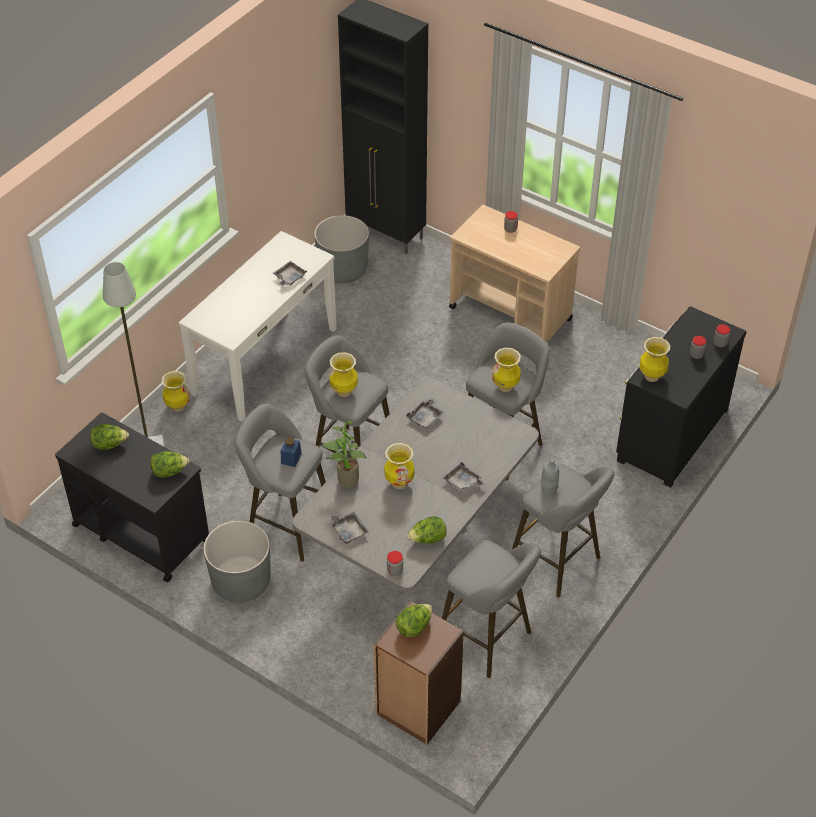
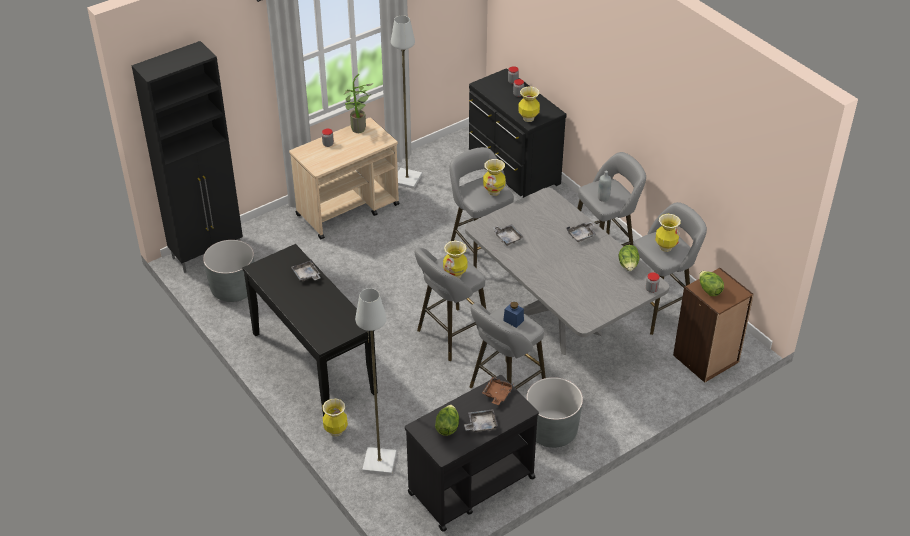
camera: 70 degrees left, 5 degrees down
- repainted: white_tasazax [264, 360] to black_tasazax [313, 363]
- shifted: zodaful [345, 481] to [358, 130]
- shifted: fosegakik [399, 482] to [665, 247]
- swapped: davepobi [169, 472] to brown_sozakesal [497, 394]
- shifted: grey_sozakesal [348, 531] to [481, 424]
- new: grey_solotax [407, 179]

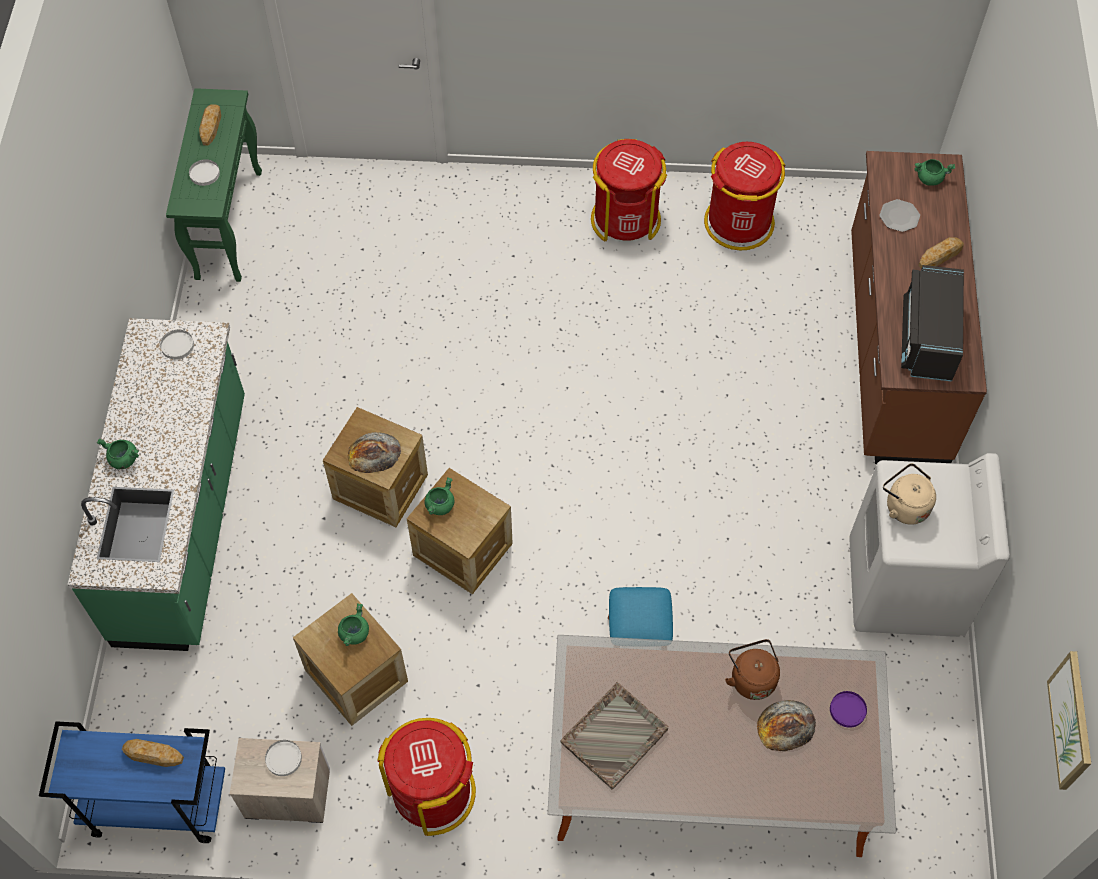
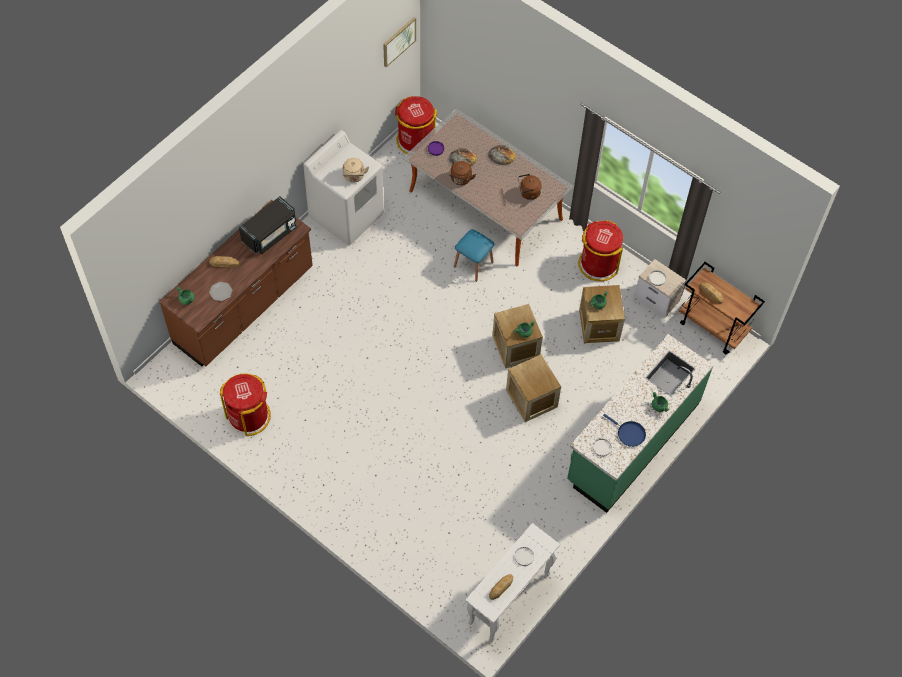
camera: 145 degrees left, 0 degrees up
- repainted: green_tasazax [229, 224] to white_tasazax [509, 599]
- shifted: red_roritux [625, 219] to [415, 140]
- shifted: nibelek [374, 453] to [502, 155]
- swapped: grey_sozakesal [615, 735] to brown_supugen [528, 193]
- repainted: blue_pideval [156, 806] to brown_pideval [713, 327]
- new: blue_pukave [629, 433]

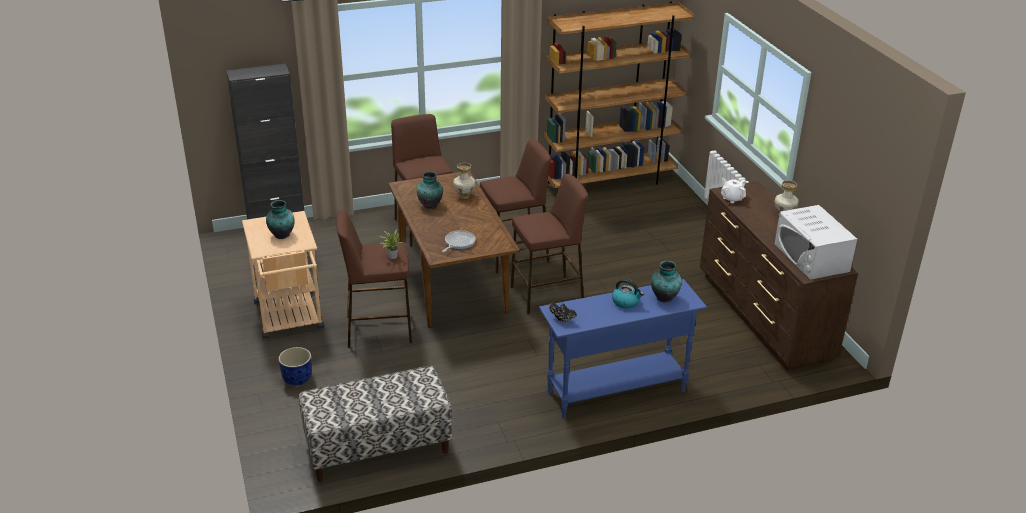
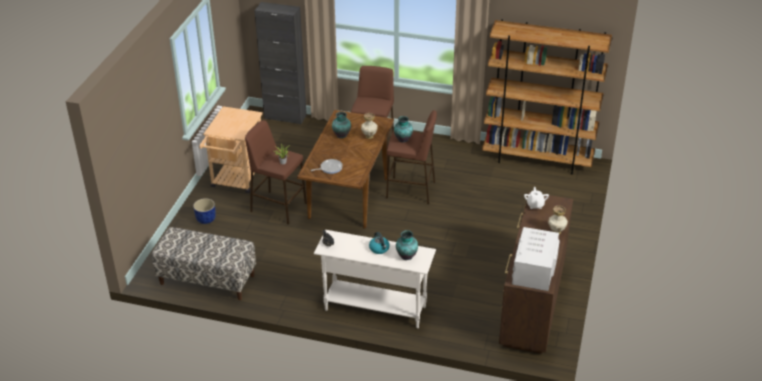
camera: 35 degrees right, 5 degrees up
- gone: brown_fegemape [547, 294]
- shifted: fosegakik [282, 235] to [403, 139]
- repainted: blue_tasazax [615, 391] to white_tasazax [375, 308]

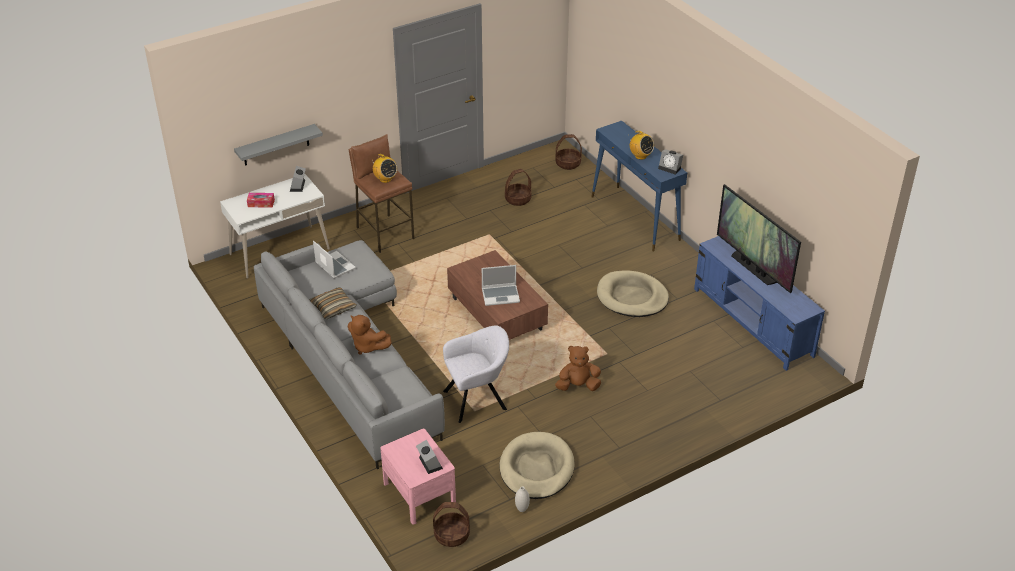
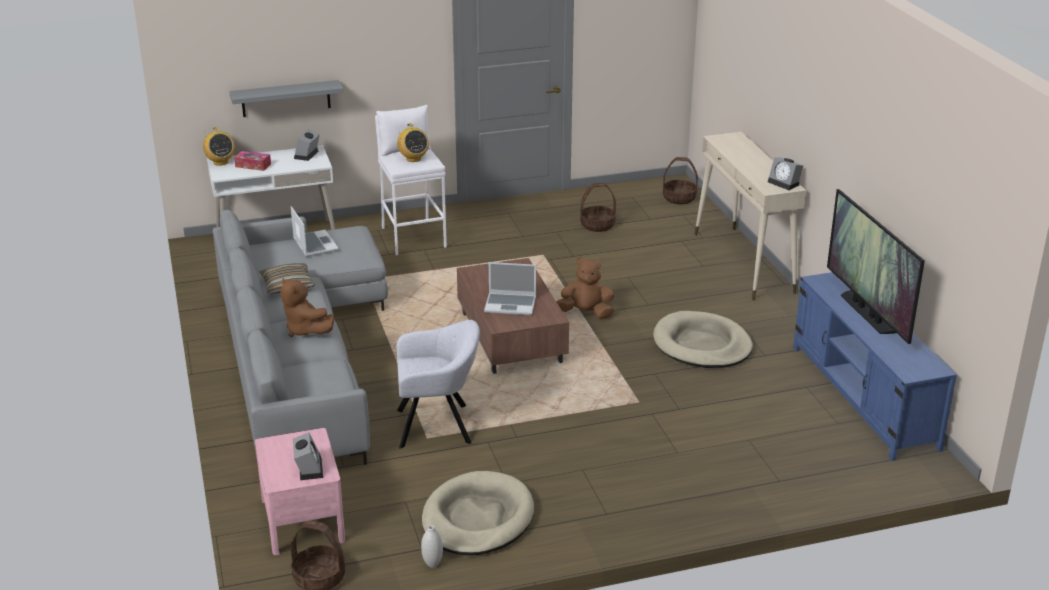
camera: 15 degrees right, 10 degrees down
- repainted: blue_tasazax [635, 218] to beige_tasazax [743, 263]
- shifted: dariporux [640, 156] to [220, 162]
- repainted: brown_fegemape [385, 233] to white_fegemape [413, 237]
- shifted: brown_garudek [578, 386] to [586, 313]

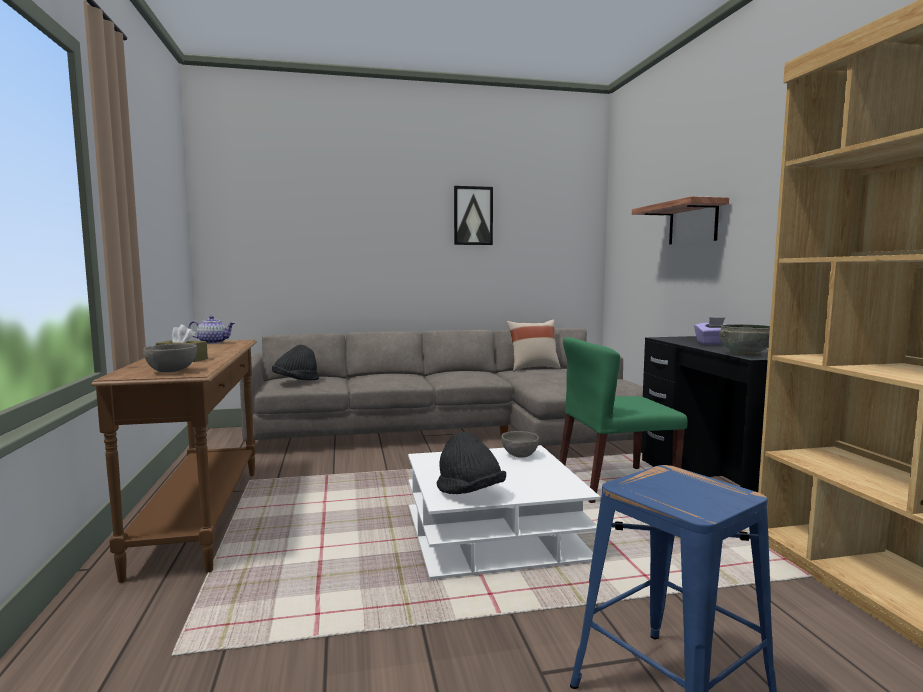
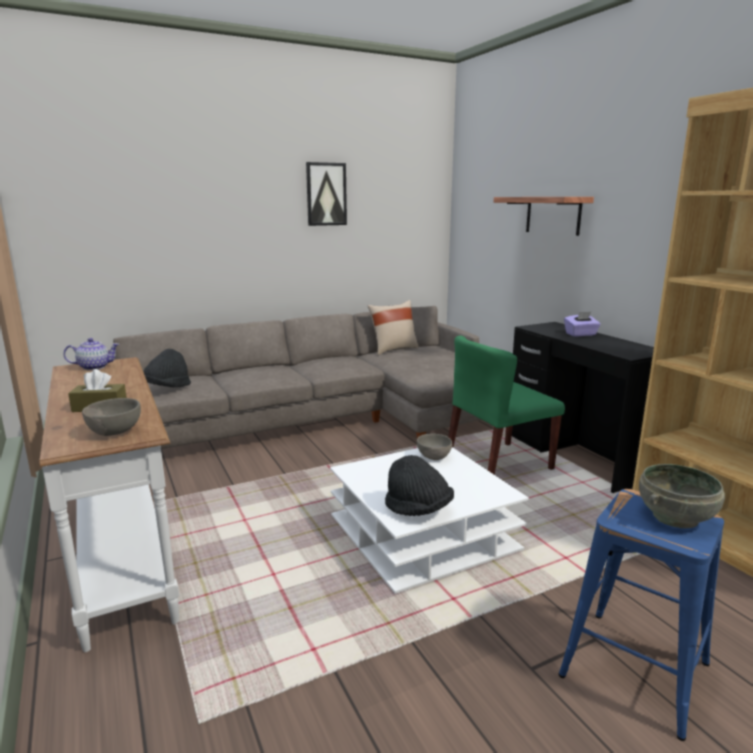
camera: 15 degrees left, 10 degrees up
- shifted: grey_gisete [745, 354] to [676, 517]
- repainted: brown_tasazax [203, 517] to white_tasazax [125, 556]

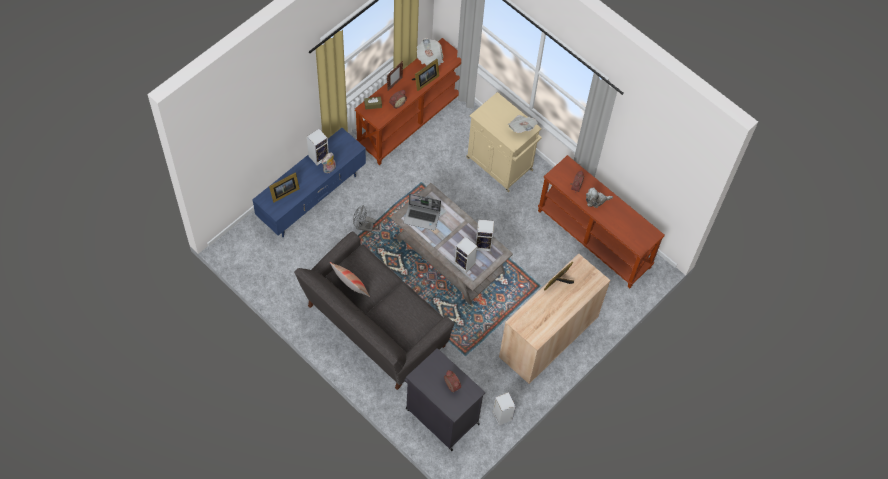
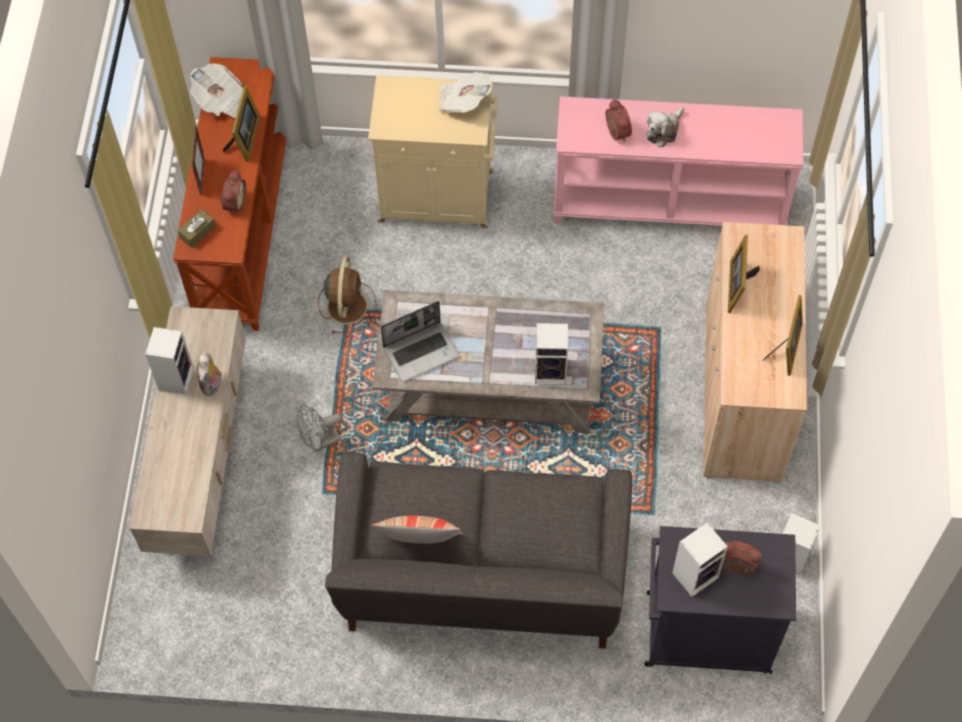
camera: 35 degrees left, 0 degrees up
- repainted: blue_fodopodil [312, 199] to beige_fodopodil [202, 461]
- repainted: brown_tasazax [594, 238] to pink_tasazax [669, 203]
- shifted: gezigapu [283, 193] to [786, 349]
- shifted: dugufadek [484, 244] to [696, 574]
- new: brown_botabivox [347, 305]

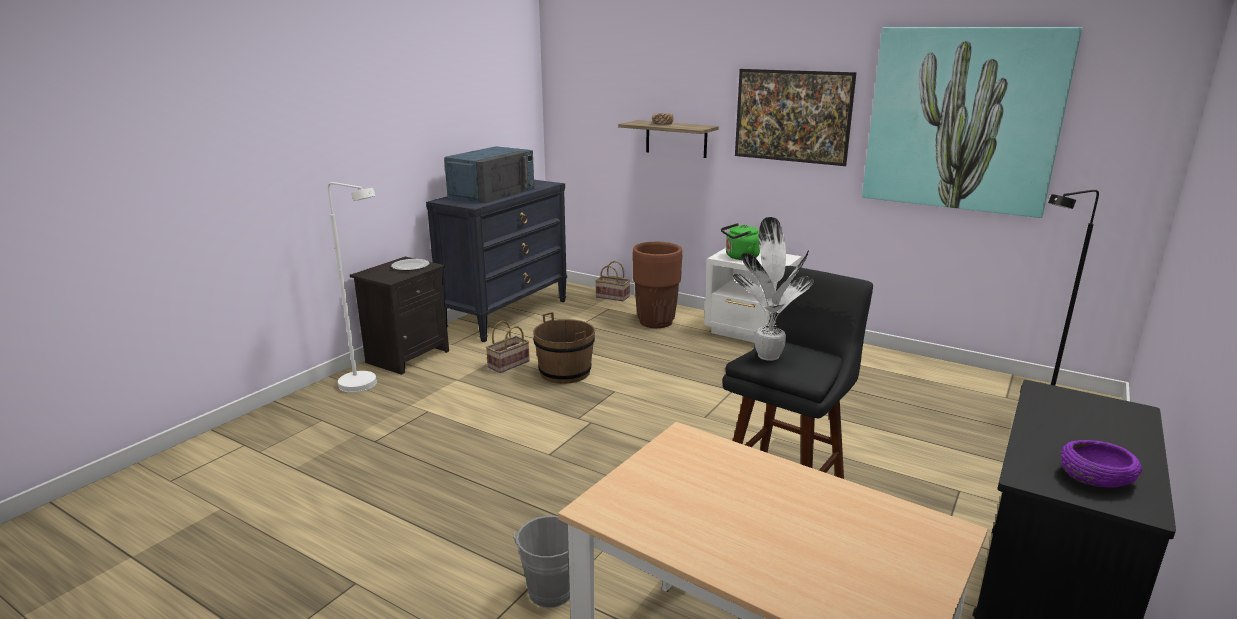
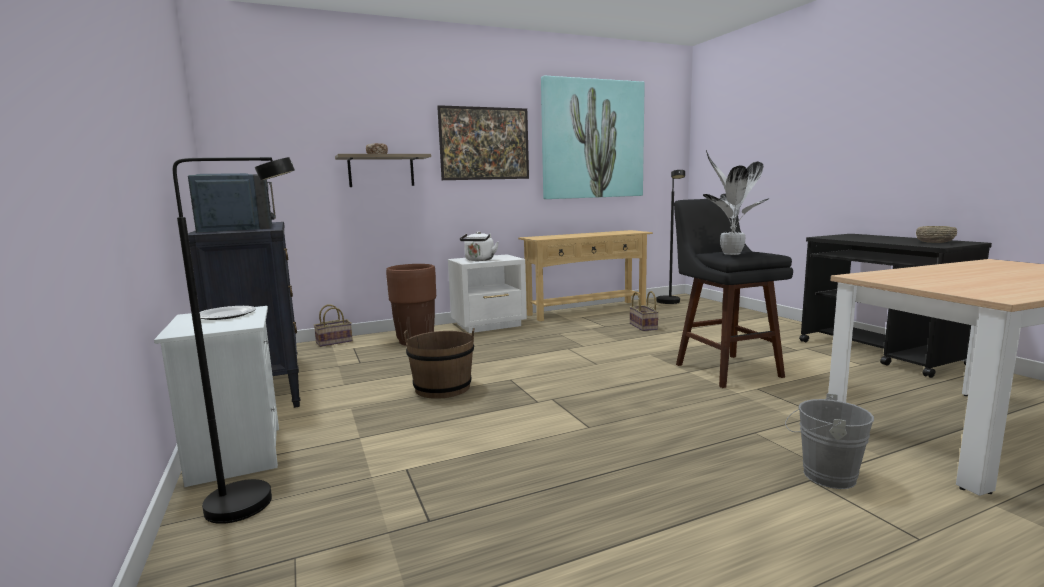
camera: 55 degrees left, 10 degrees down
- repainted: white_solotax [366, 386] to black_solotax [258, 499]
- repainted: green_supugen [740, 257] to white_supugen [479, 260]
- repainted: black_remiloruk [407, 356] to white_remiloruk [234, 454]
- shifted: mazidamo [508, 365] to [644, 326]
- repainted: purple_gisete [1094, 477] to beige_gisete [934, 242]
- new: beige_tasazax [586, 310]

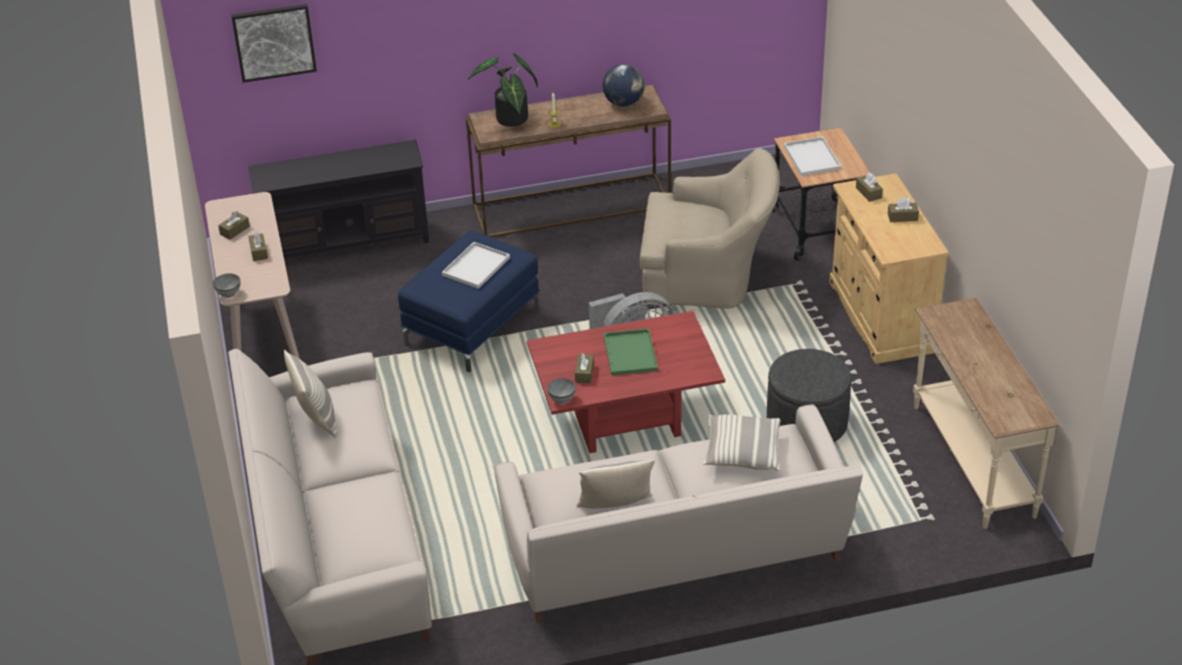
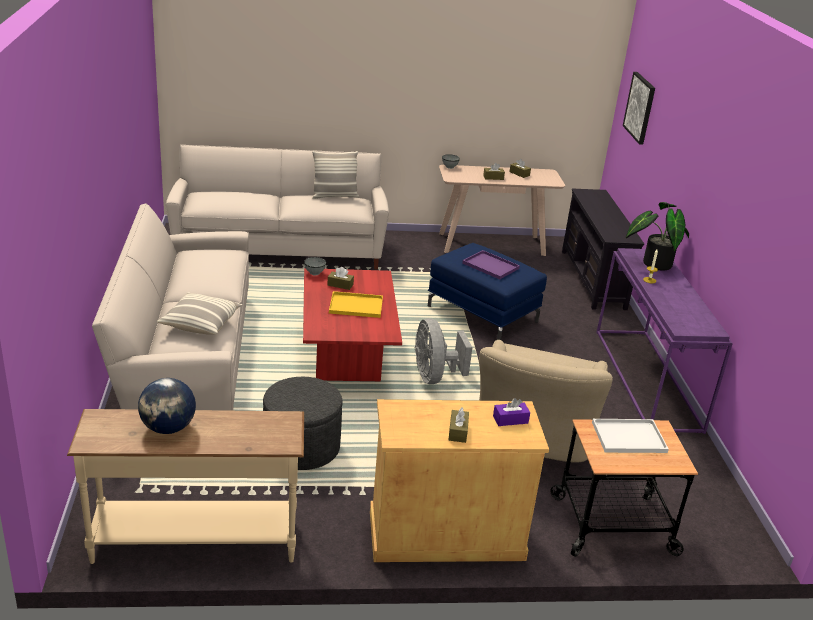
camera: 95 degrees right, 10 degrees down
- shifted: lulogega [623, 103] to [168, 428]
- repainted: brown_tasazax [572, 206] to purple_tasazax [648, 380]
- repainted: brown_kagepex [868, 193] to purple_kagepex [510, 420]
- repainted: white_sozakesal [476, 265] to purple_sozakesal [492, 266]
- repainted: green_sozakesal [629, 352] to yellow_sozakesal [357, 305]
- gone: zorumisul [616, 508]

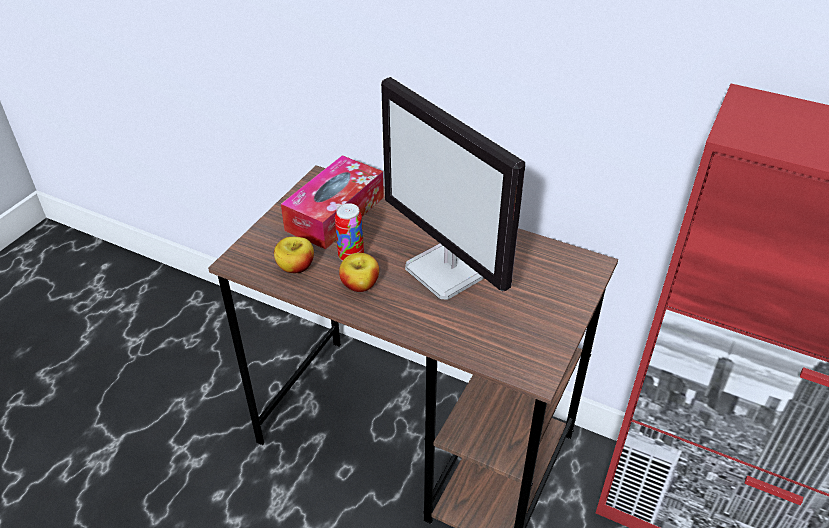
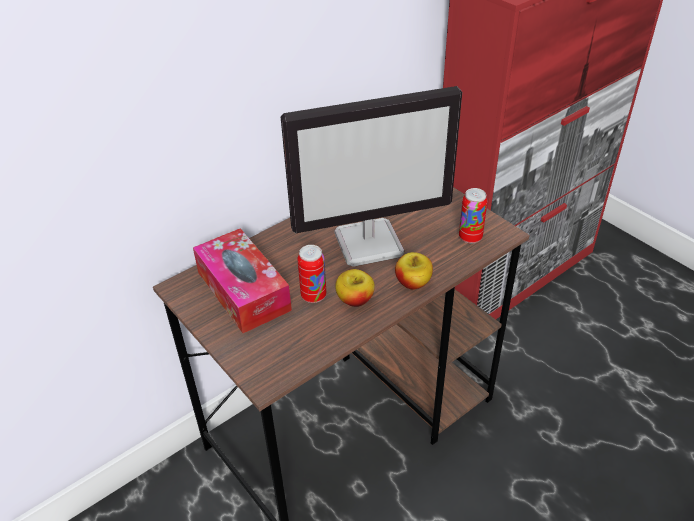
camera: 65 degrees left, 0 degrees up
- shifted: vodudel [296, 267] to [413, 282]
- new: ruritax [470, 237]

